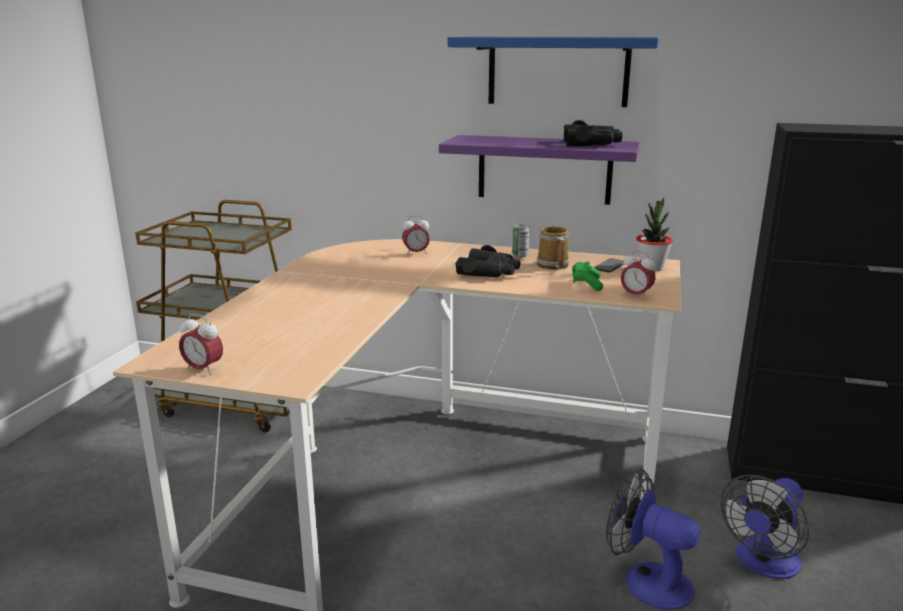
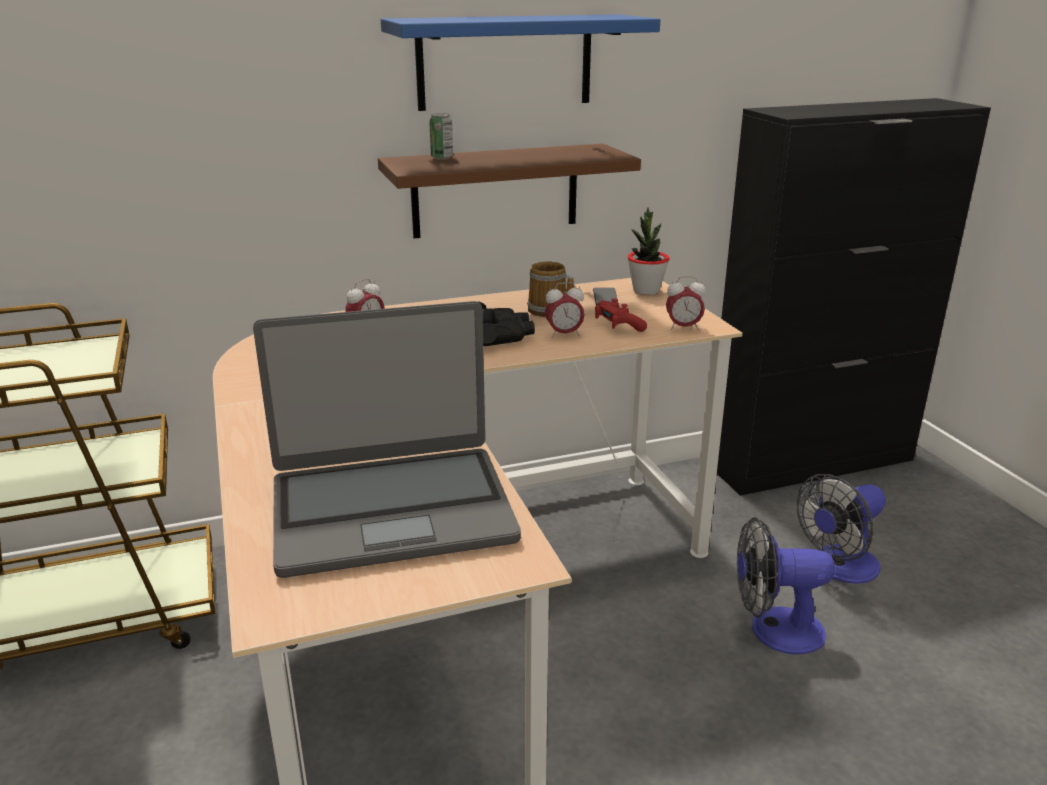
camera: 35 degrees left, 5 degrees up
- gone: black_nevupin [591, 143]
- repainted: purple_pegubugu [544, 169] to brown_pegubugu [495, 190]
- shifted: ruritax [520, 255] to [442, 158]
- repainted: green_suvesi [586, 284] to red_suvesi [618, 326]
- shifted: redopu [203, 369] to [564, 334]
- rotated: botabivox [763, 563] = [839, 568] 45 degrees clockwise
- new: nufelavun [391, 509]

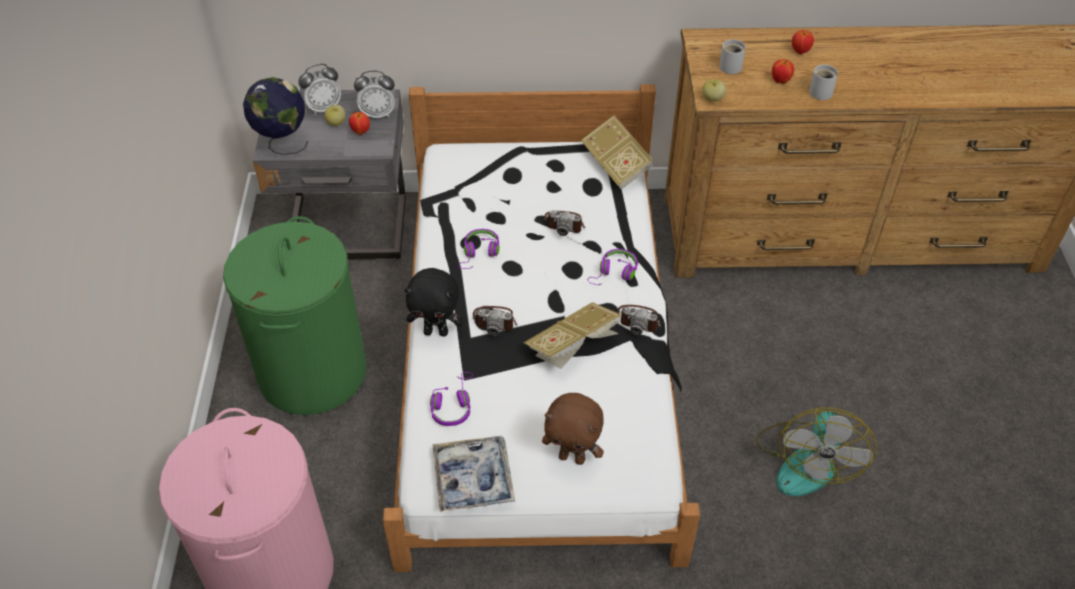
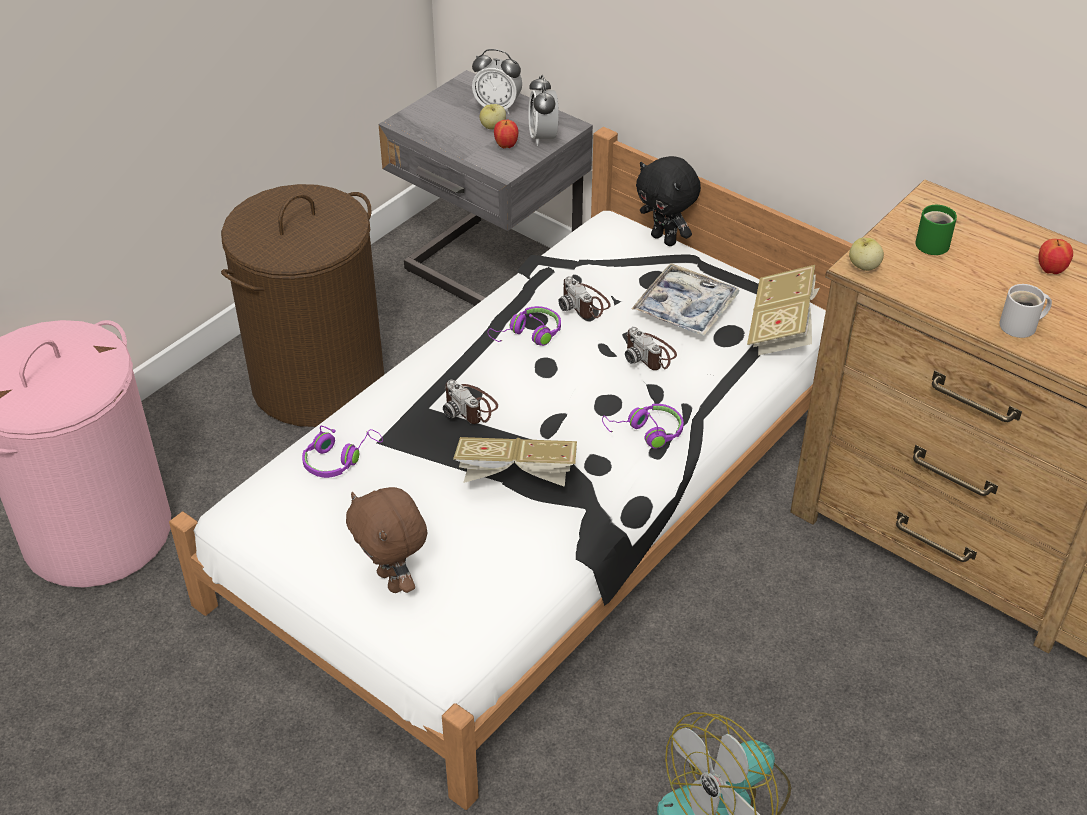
camera: 40 degrees right, 5 degrees down
- repainted: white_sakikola [731, 65] to green_sakikola [935, 244]
- gone: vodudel [780, 81]
- rotated: redopu [378, 114] = [543, 137] 45 degrees clockwise
- gone: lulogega [282, 143]
- repainted: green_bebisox [313, 372] to brown_bebisox [318, 383]
- shifted: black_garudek [436, 331] to [665, 239]
- shifted: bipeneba [639, 320] to [585, 303]
- shifted: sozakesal [473, 479] to [685, 308]

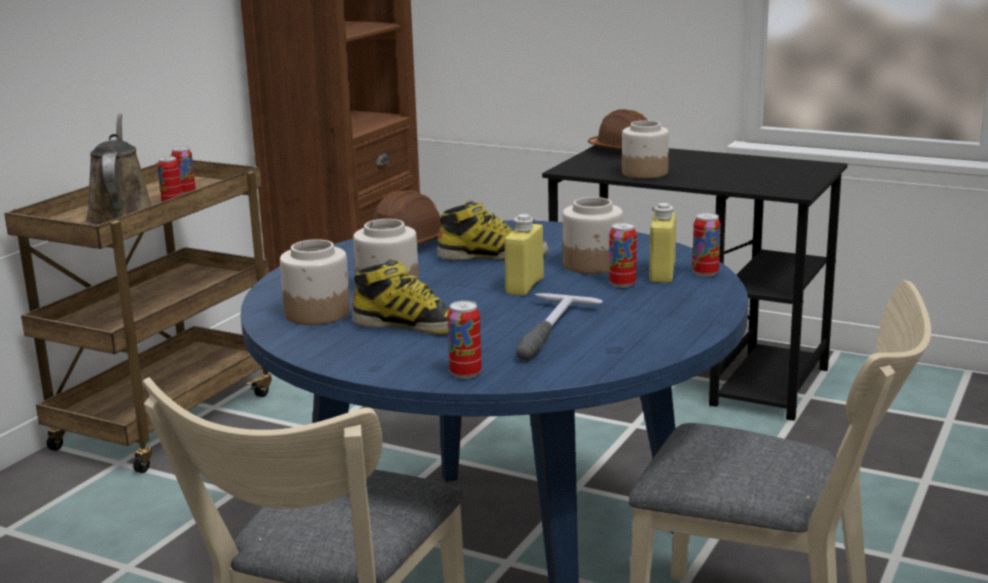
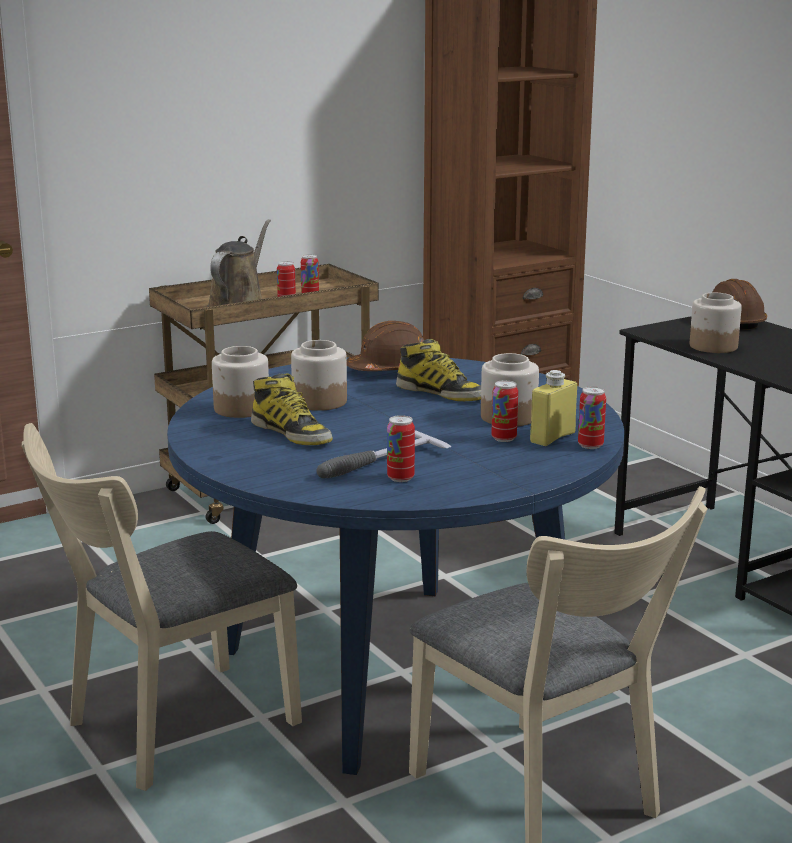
camera: 30 degrees right, 0 degrees up
- gone: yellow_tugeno [525, 286]
- shifted: ruritax [465, 374] to [400, 478]

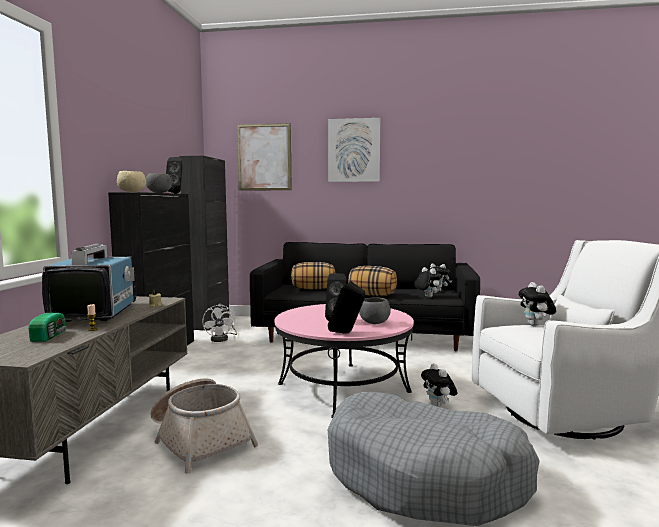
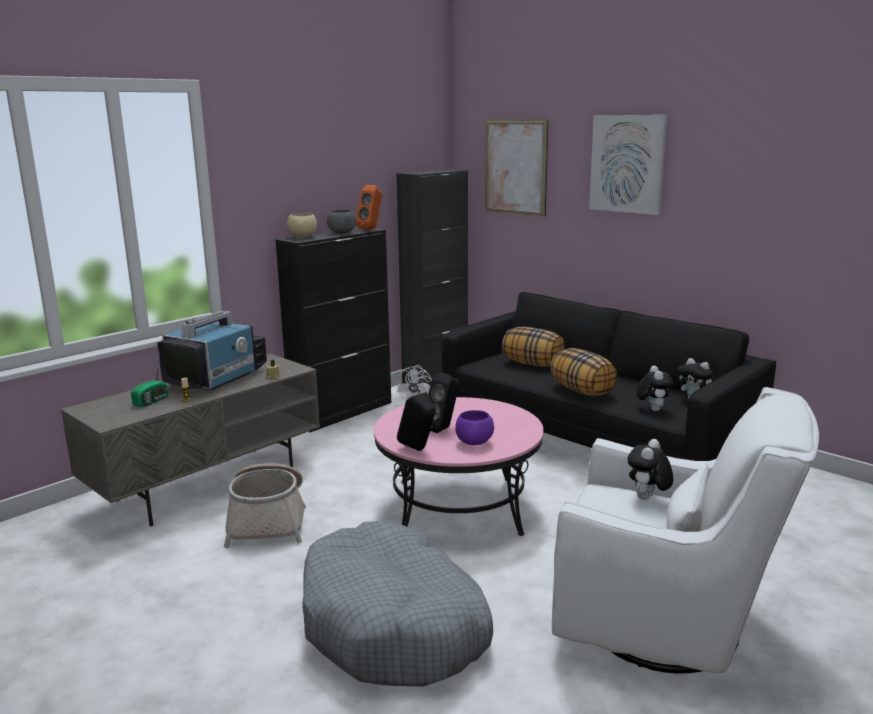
camera: 35 degrees right, 10 degrees up
- repainted: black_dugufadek [176, 193] to orange_dugufadek [371, 229]
- repainted: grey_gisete [374, 323] to purple_gisete [475, 443]
- gone: garudek [438, 406]

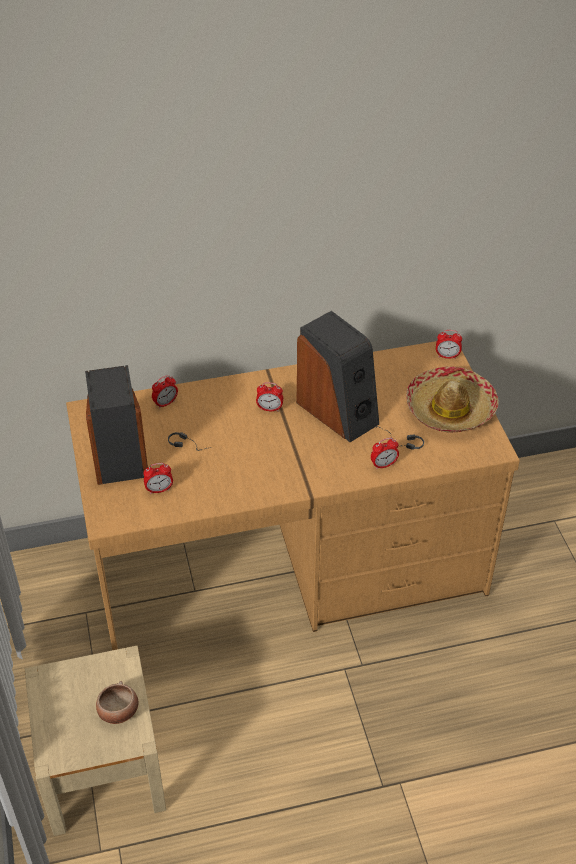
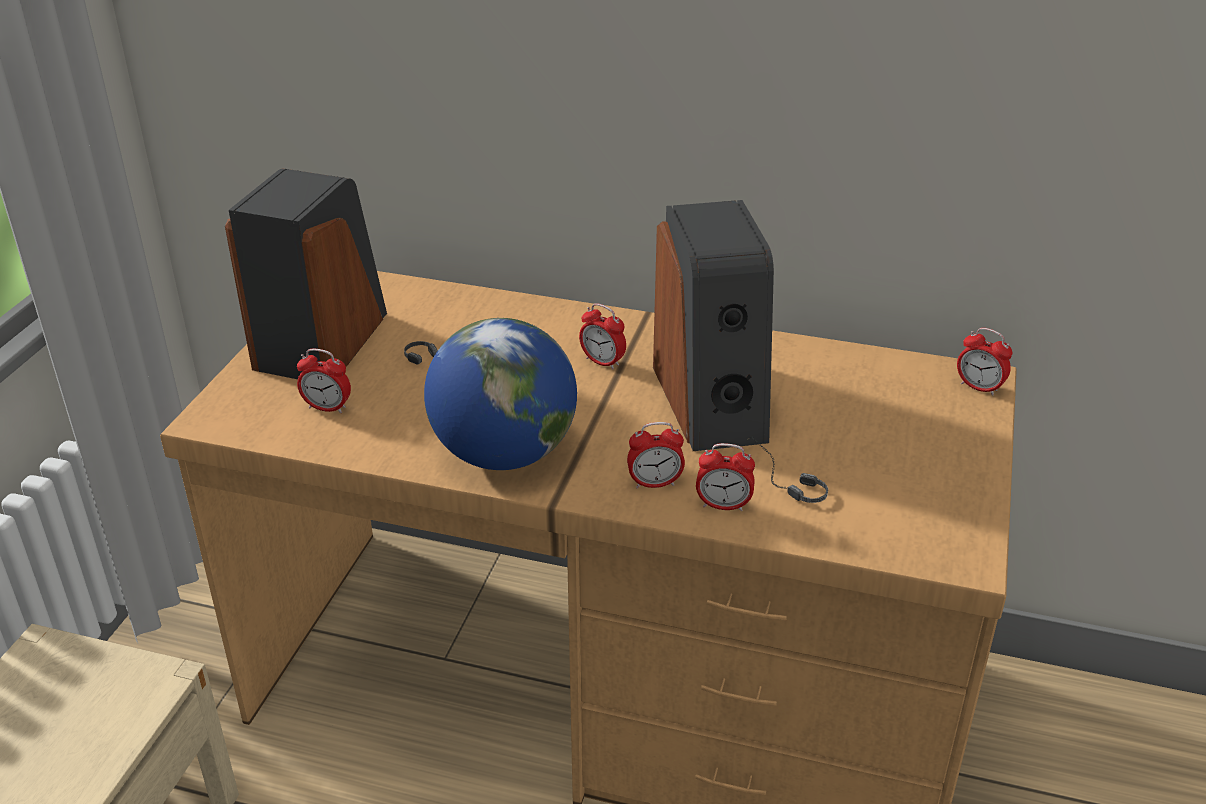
camera: 30 degrees right, 10 degrees down
- gone: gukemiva [450, 409]
- shifted: redopu [165, 403] to [655, 483]
- gone: gisete [118, 712]
- new: lulogega [504, 454]

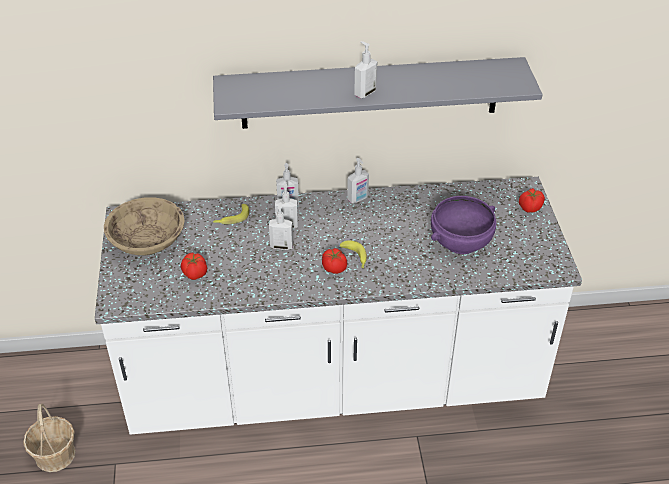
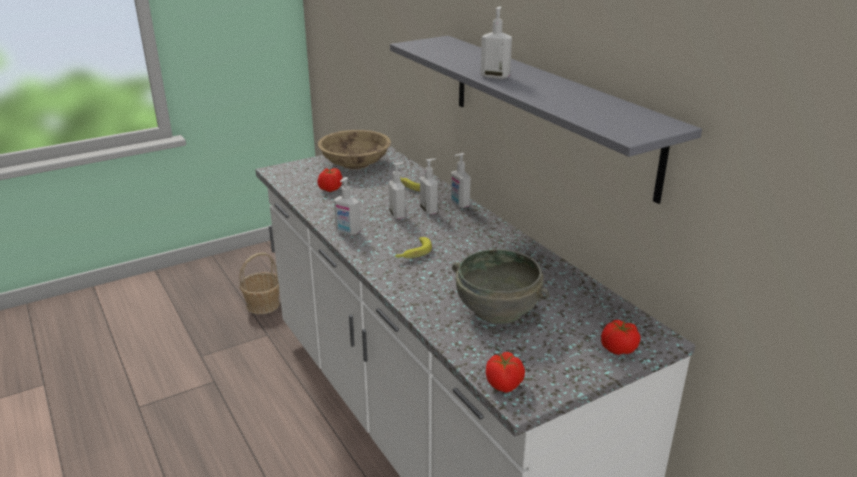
camera: 65 degrees right, 15 degrees down
- shifted: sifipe [358, 199] to [347, 232]
- repainted: purple_gisete [460, 241] to grey_gisete [498, 310]
- shifted: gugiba [334, 268] to [504, 384]

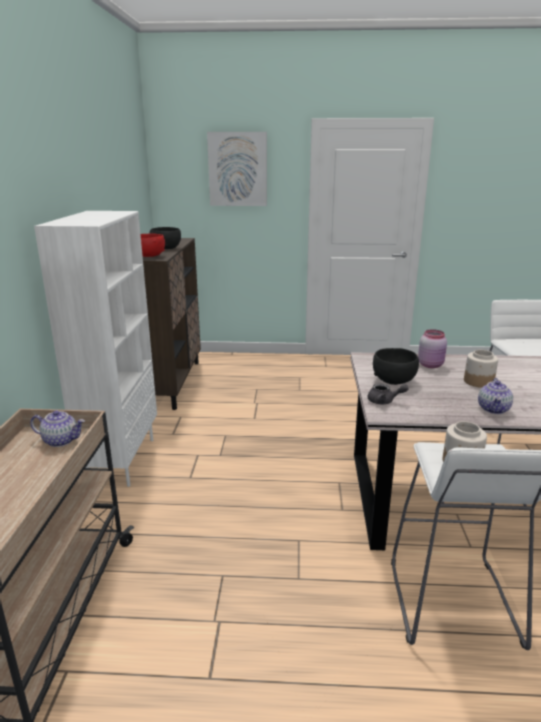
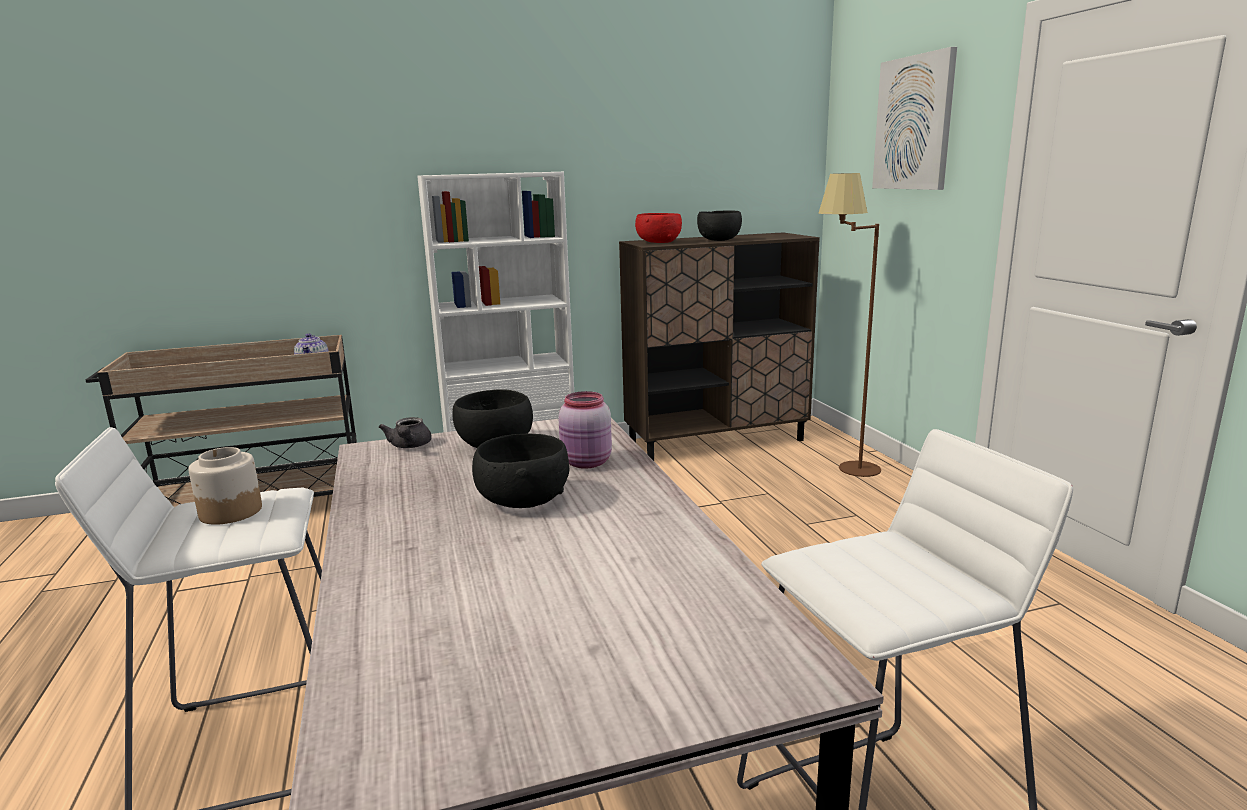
camera: 70 degrees right, 5 degrees down
- swapped: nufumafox [478, 382] to black_gisete [522, 501]
- gone: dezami [494, 409]
- new: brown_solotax [841, 465]

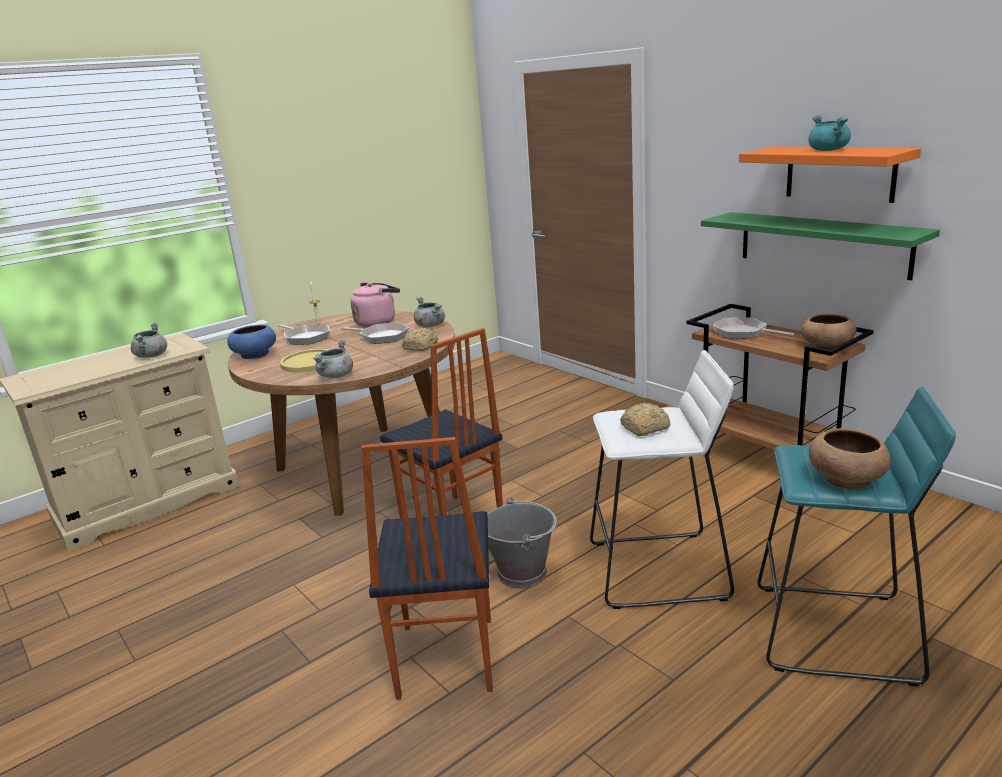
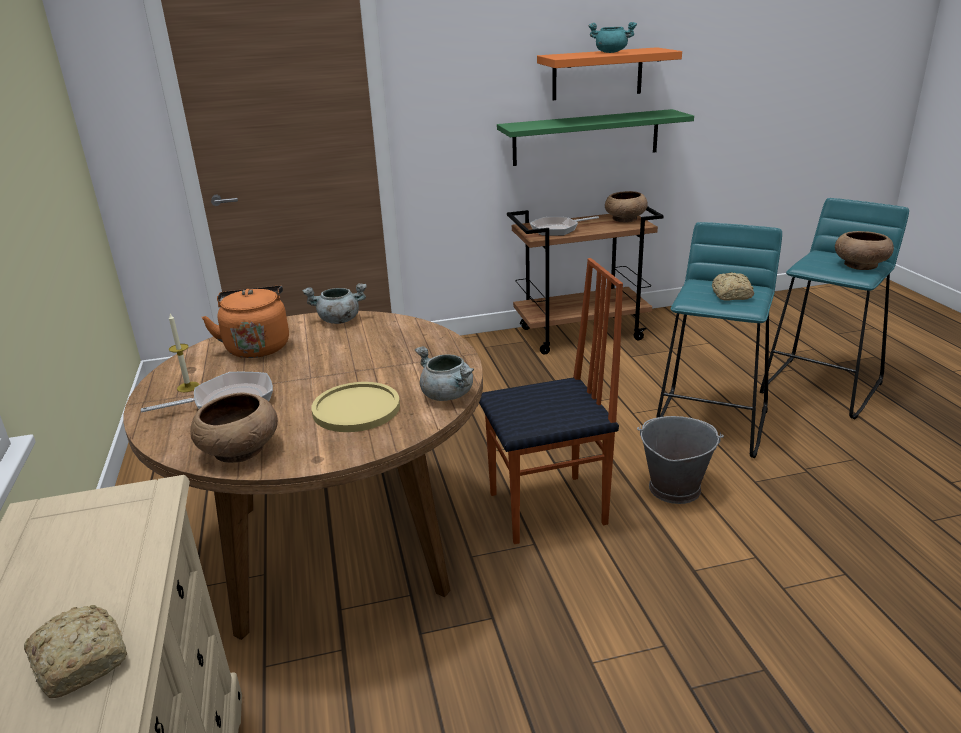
camera: 65 degrees left, 5 degrees up
- repainted: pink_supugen [377, 322] to orange_supugen [257, 346]
- gone: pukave [381, 337]
- gone: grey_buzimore [151, 355]
- repainted: blue_gisete [254, 355] to brown_gisete [239, 450]
- shifted: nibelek [421, 346] to [81, 659]
- repainted: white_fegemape [659, 570] to turquoise_fegemape [711, 423]
- gone: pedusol [444, 658]

